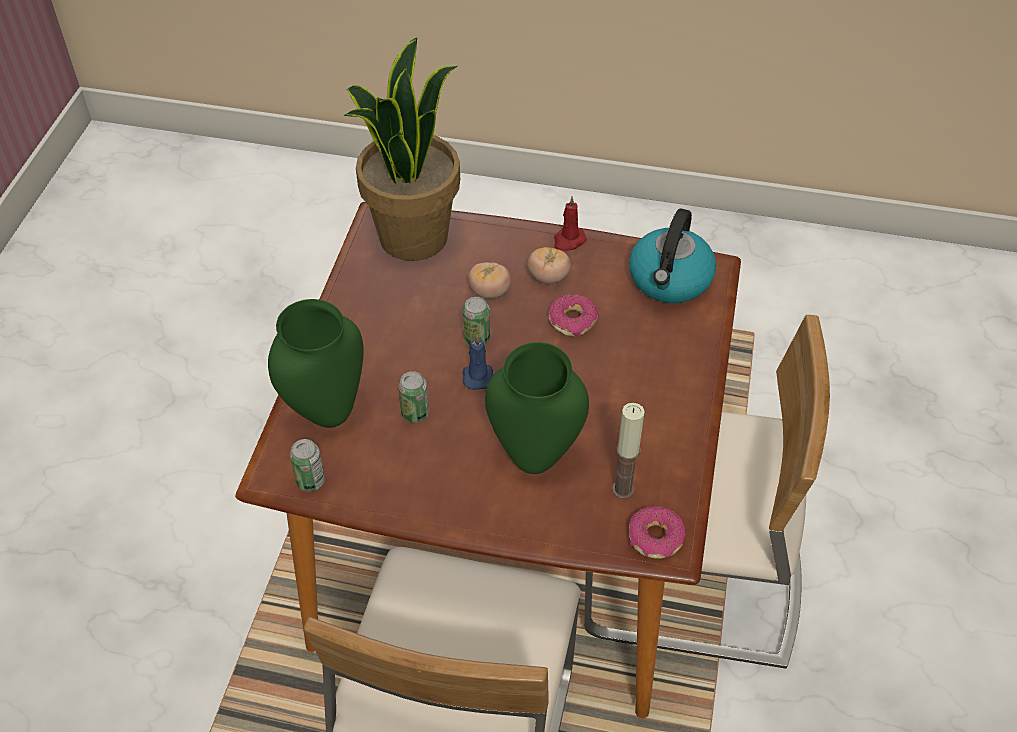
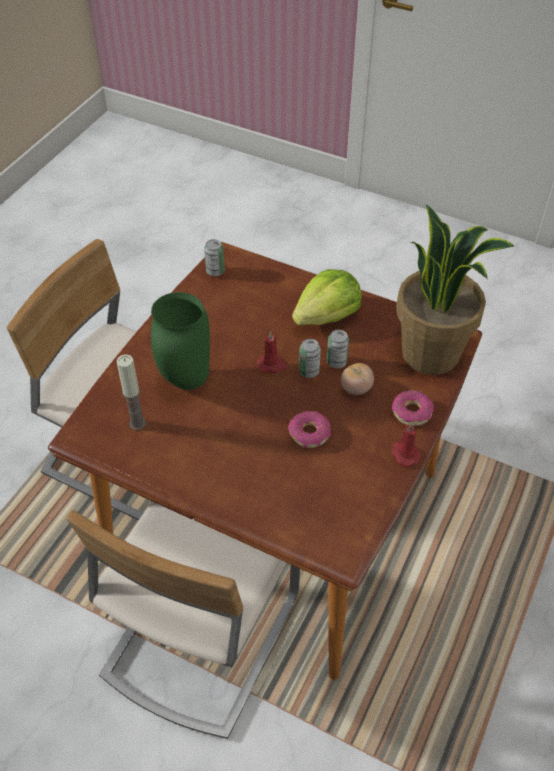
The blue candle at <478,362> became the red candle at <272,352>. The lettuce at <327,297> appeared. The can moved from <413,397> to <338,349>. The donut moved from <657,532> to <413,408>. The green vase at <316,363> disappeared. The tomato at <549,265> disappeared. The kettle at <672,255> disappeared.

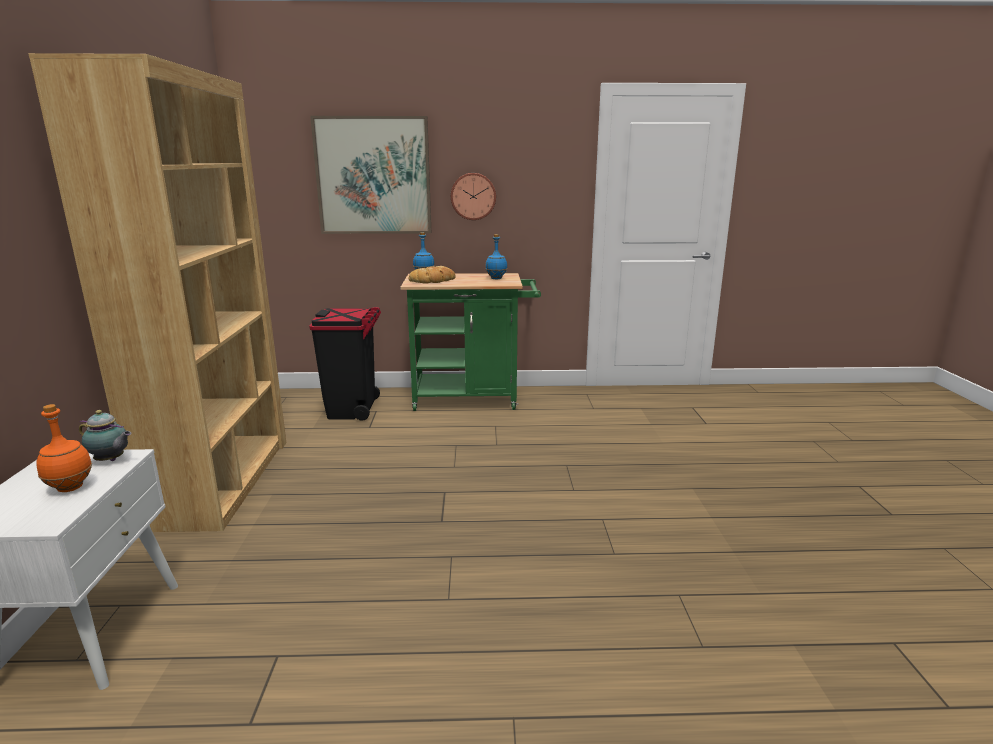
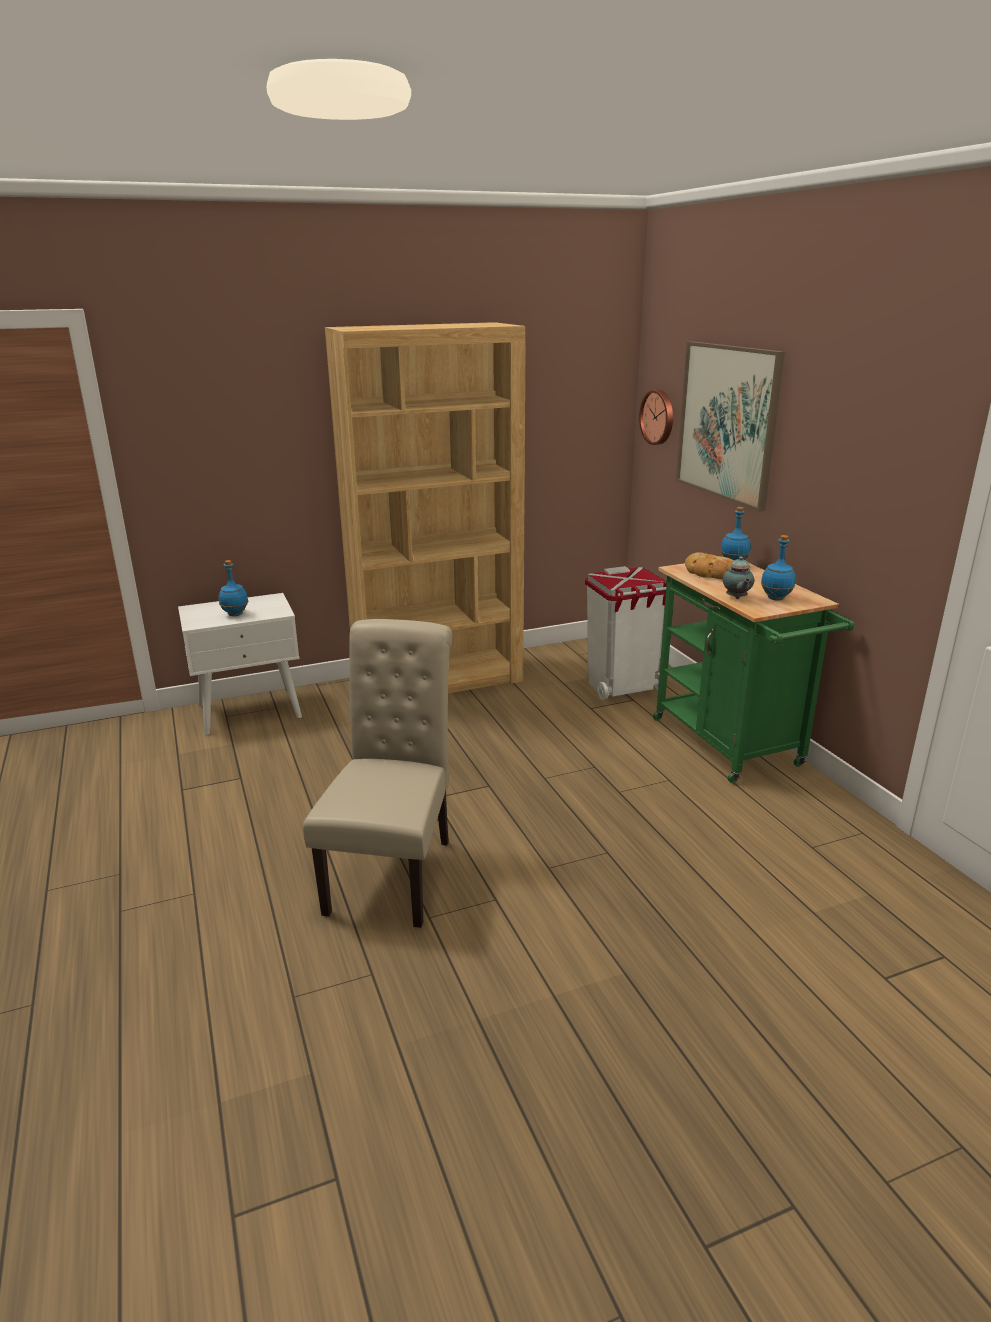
The orange bottle at <64,448> became the blue bottle at <233,588>. The beige chair at <378,773> appeared. The black trash can at <345,363> became the white trash can at <626,633>. The wall clock moved from <473,196> to <656,417>. The teapot moved from <105,435> to <738,577>.

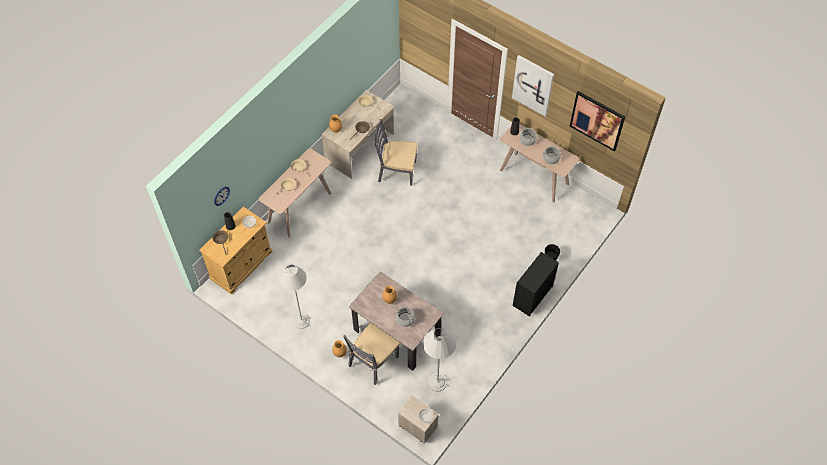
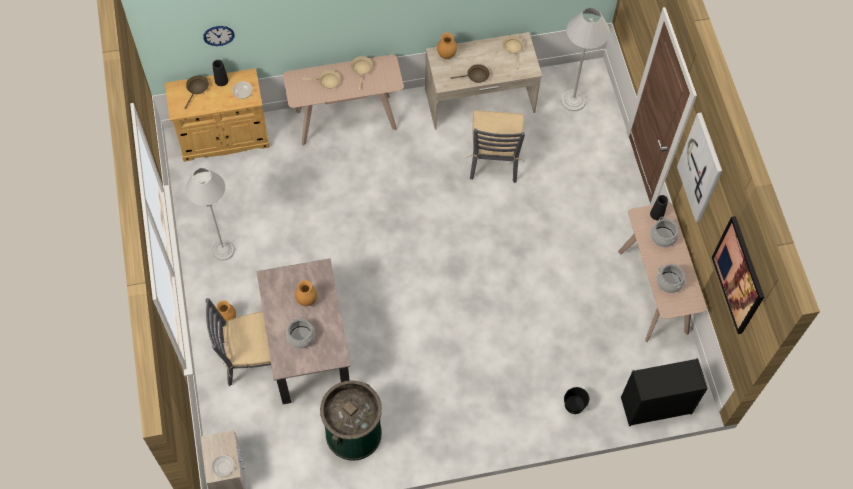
The green trash can at <351,420> appeared. The grey chair at <396,152> turned 135 degrees counterclockwise. The white floor lamp moved from <439,360> to <585,59>. The black dresser moved from <536,284> to <664,392>.

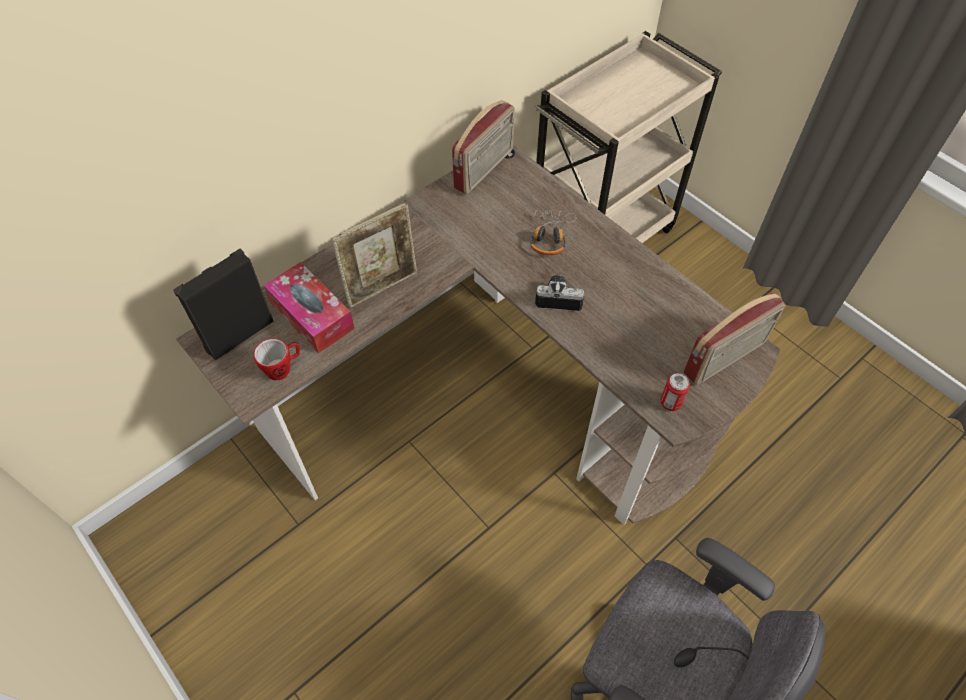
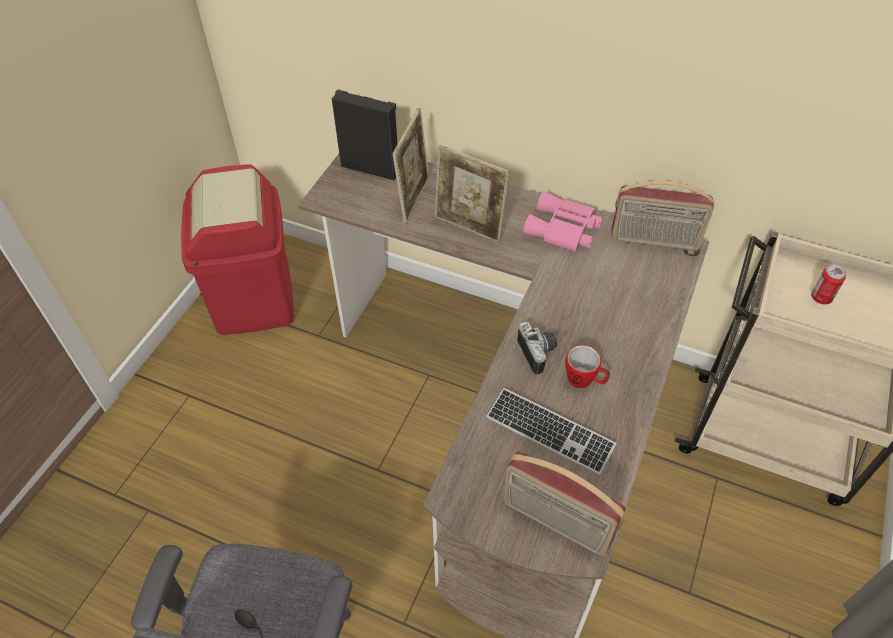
The red trash can at <237,249> appeared. The tissue box at <309,307> was replaced by the picture frame at <410,166>. The keyboard at <551,432> appeared. The pink binoculars at <562,222> appeared. The mug moved from <277,359> to <587,366>. The can moved from <675,392> to <828,285>. The headphones at <552,233> disappeared.

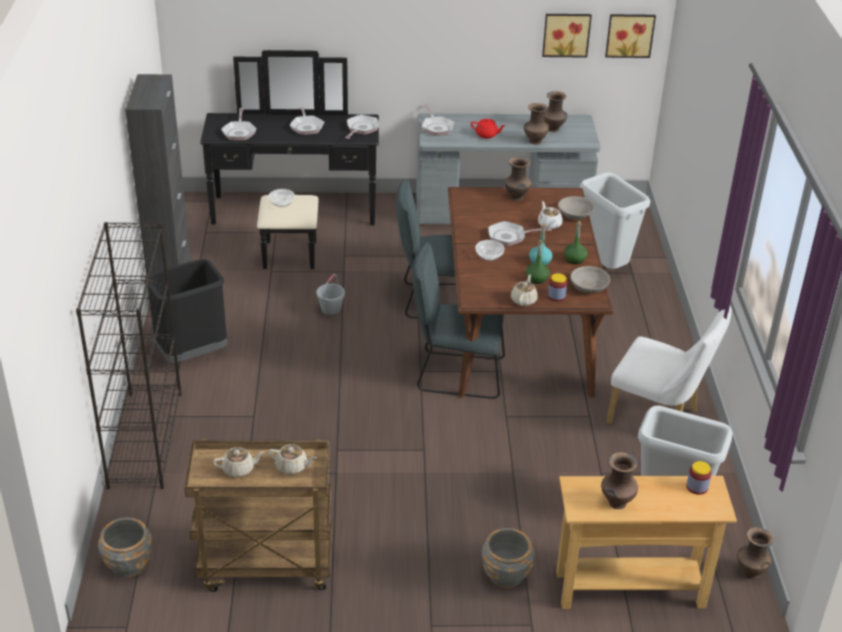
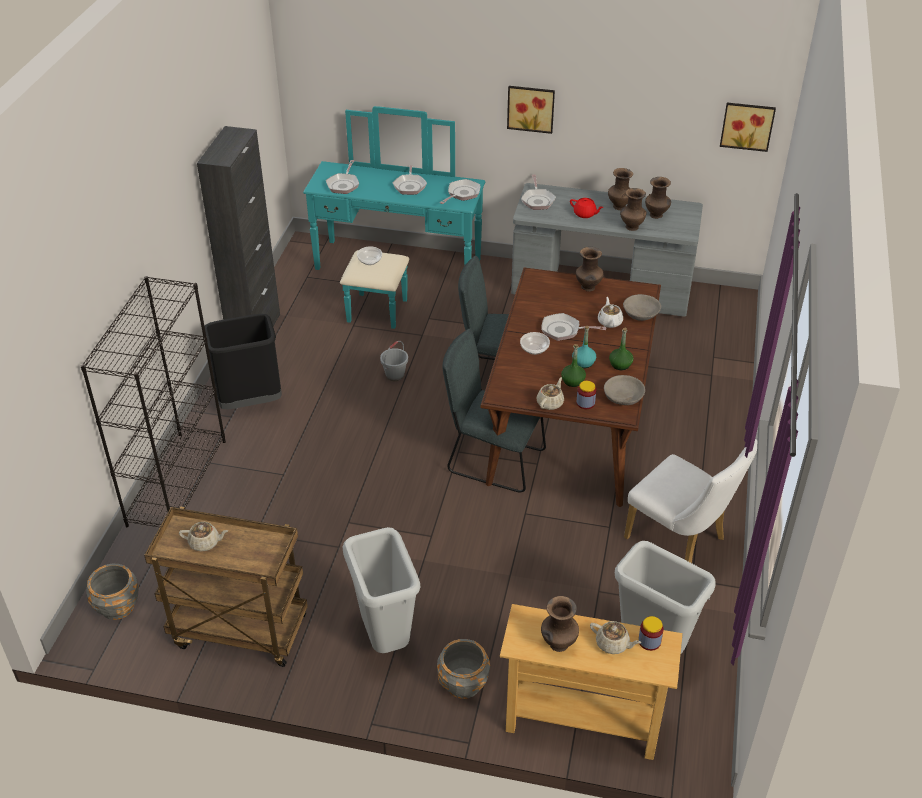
The black dresser at <289,159> became the turquoise dresser at <394,217>. The grey trash can moved from <615,221> to <381,590>. The picture moved from <567,36> to <531,110>. The beige teapot moved from <292,459> to <615,637>. The brown vase moved from <755,553> to <620,189>.

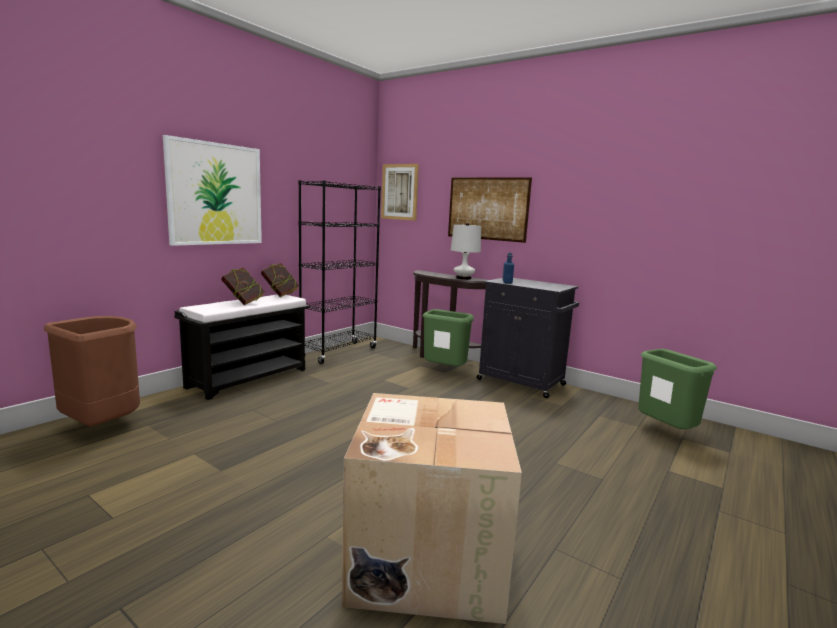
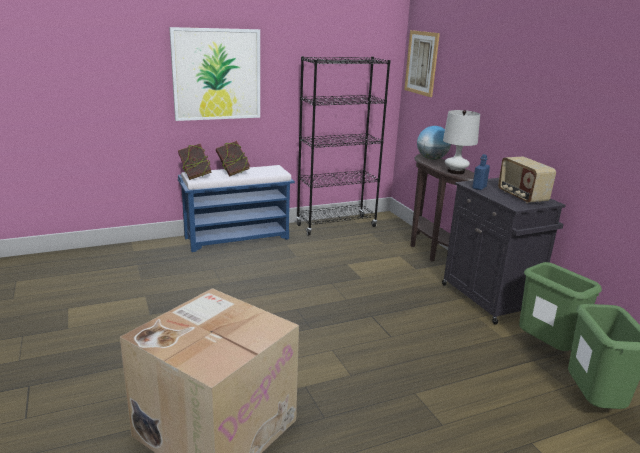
The book moved from <280,280> to <195,162>. The black bench at <242,347> became the blue bench at <236,208>. The globe at <434,143> appeared. The radio at <527,180> appeared. The green trash can moved from <448,337> to <560,306>. The brown trash can at <92,371> disappeared. The picture at <490,210> disappeared.

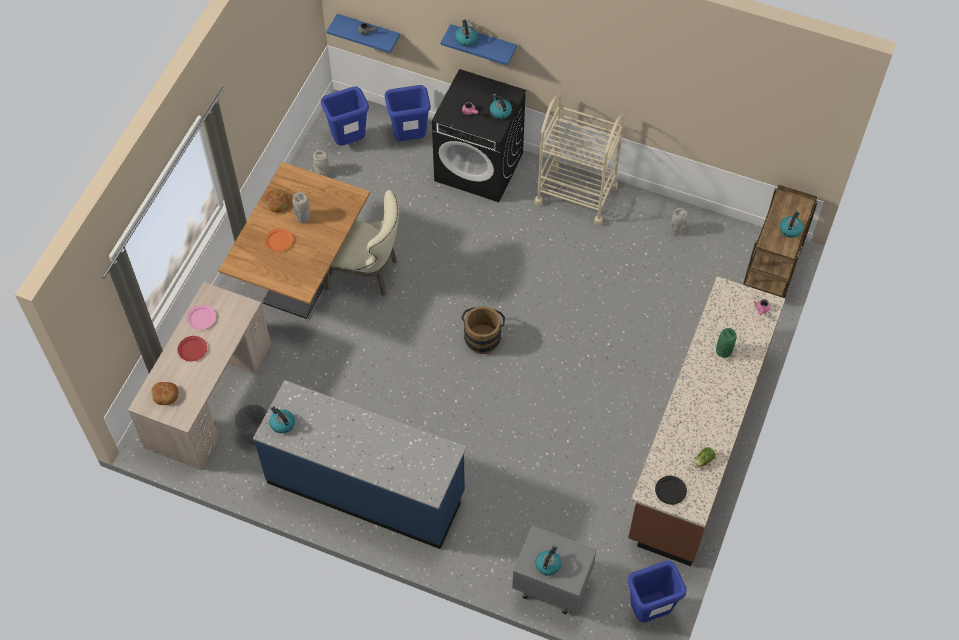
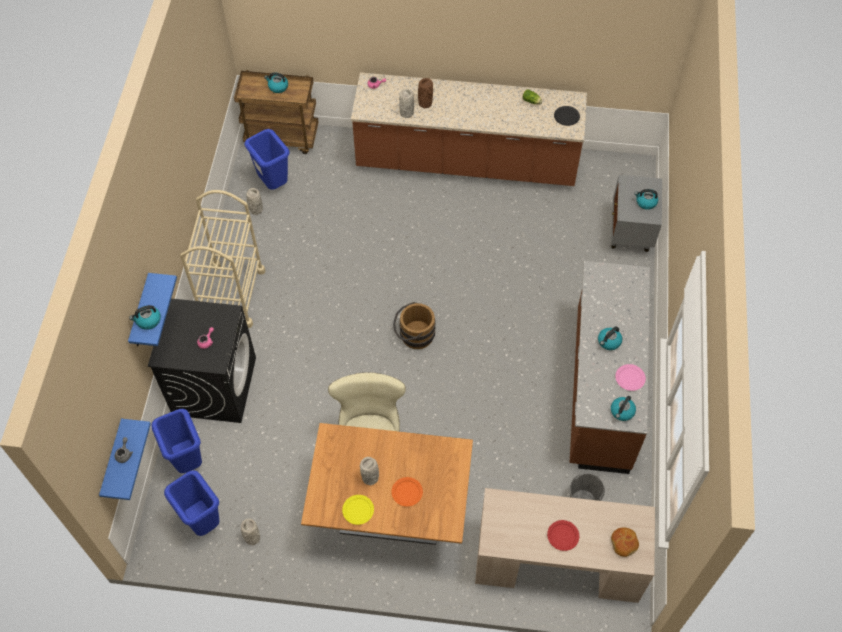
The blue trash can moved from <657,591> to <267,159>. The bread at <277,200> was replaced by the yellow plate at <358,510>. The grey vase at <406,103> appeared. The green vase at <726,343> became the brown vase at <425,93>. The blue counter at <359,464> became the brown counter at <610,367>. The kettle moved from <501,106> to <610,338>. The pink plate moved from <201,317> to <630,377>.

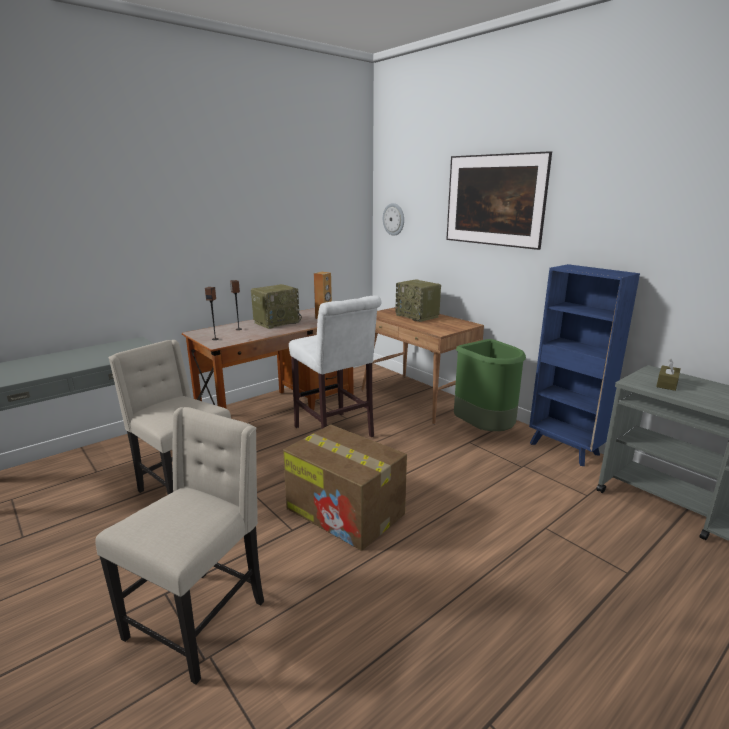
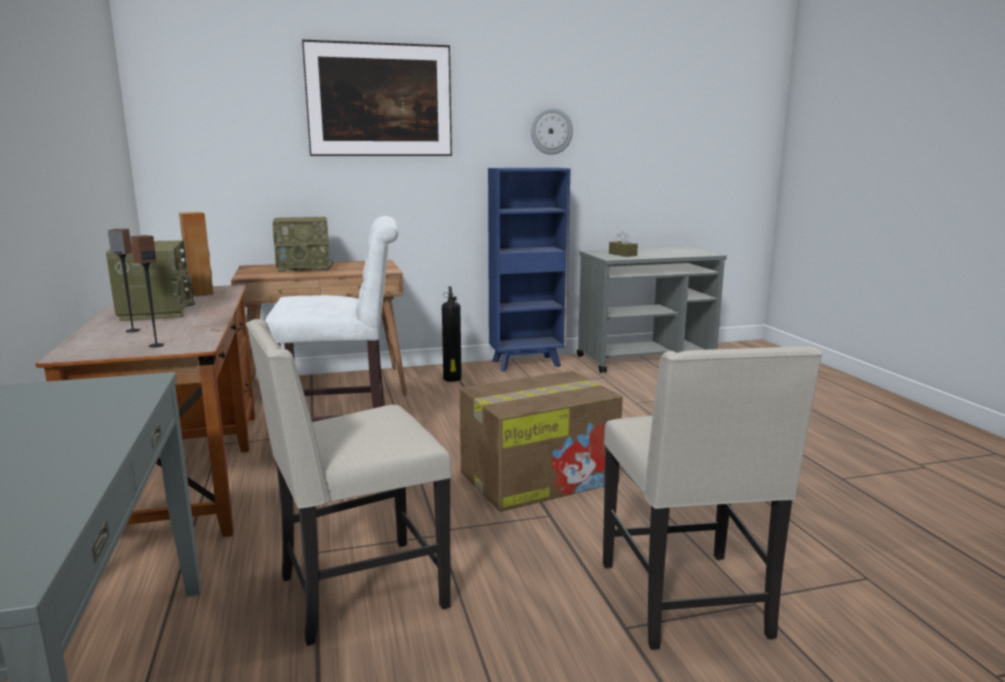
The green trash can at <490,385> was replaced by the fire extinguisher at <452,334>. The wall clock moved from <393,219> to <552,131>. The beige chair at <179,546> turned 150 degrees counterclockwise.

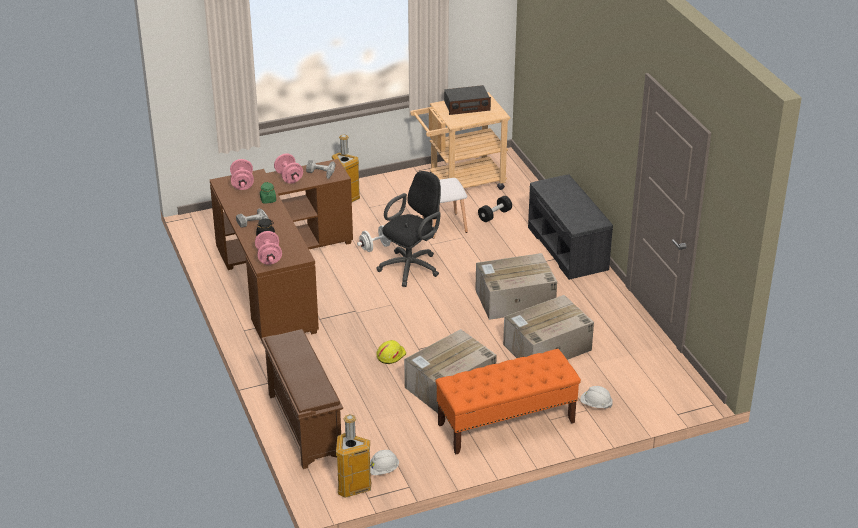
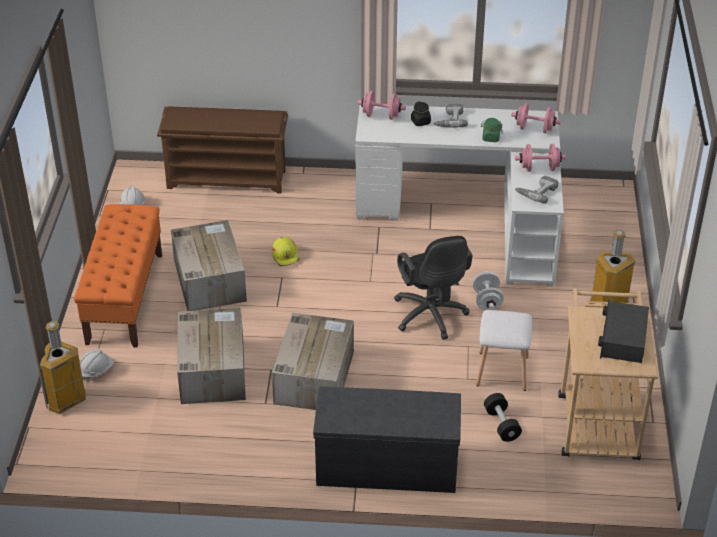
The trash can moved from <353,456> to <63,367>. The brown desk at <281,250> became the white desk at <459,196>.

